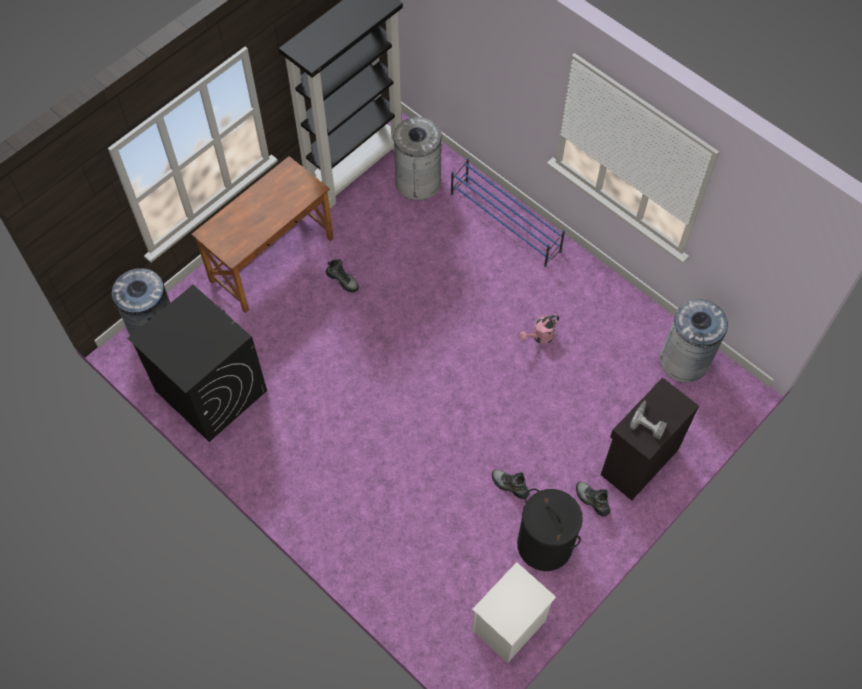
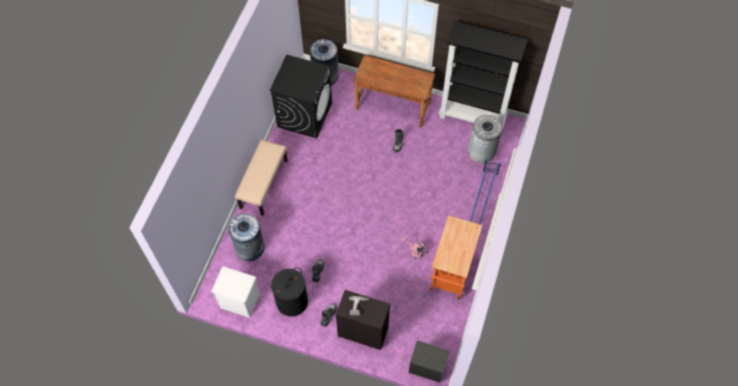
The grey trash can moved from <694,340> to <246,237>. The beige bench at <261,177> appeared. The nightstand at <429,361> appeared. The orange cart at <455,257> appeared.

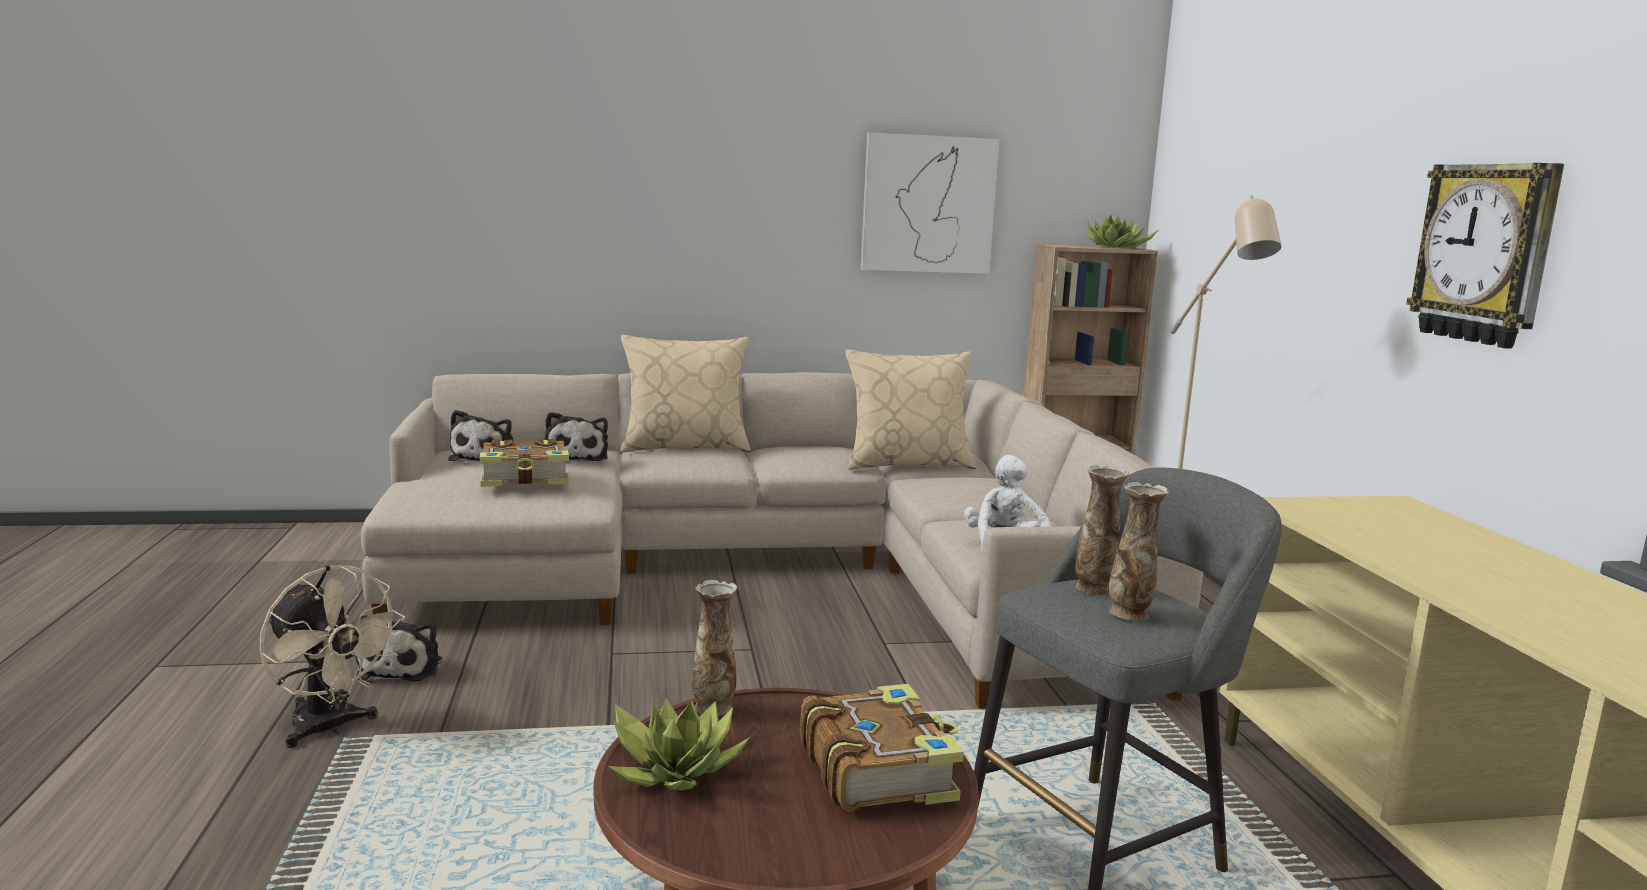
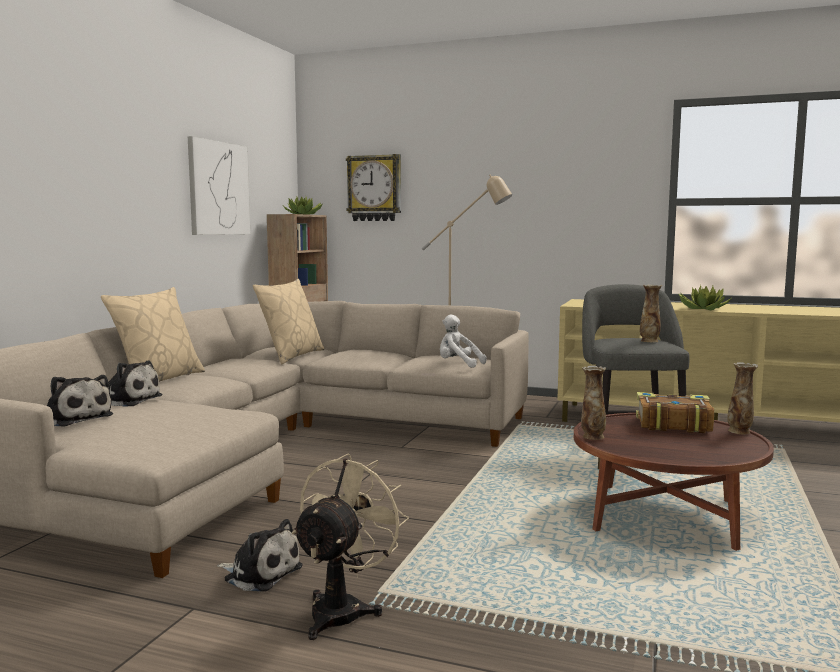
The beige fan at <332,656> turned 45 degrees counterclockwise. The wall clock moved from <1485,255> to <373,187>. The potted plant moved from <679,744> to <704,297>. The vase moved from <1102,530> to <743,398>. The book at <524,463> disappeared.

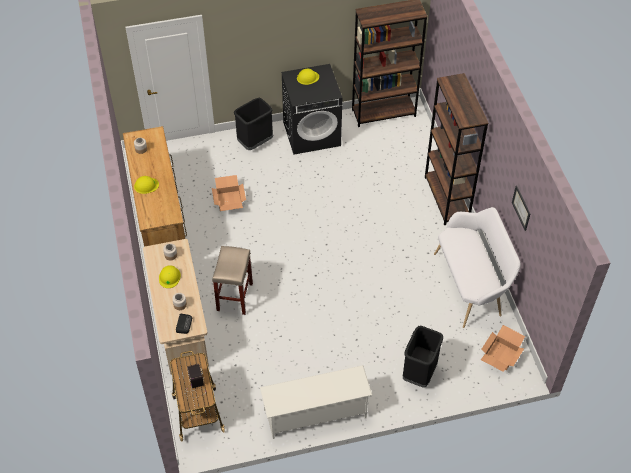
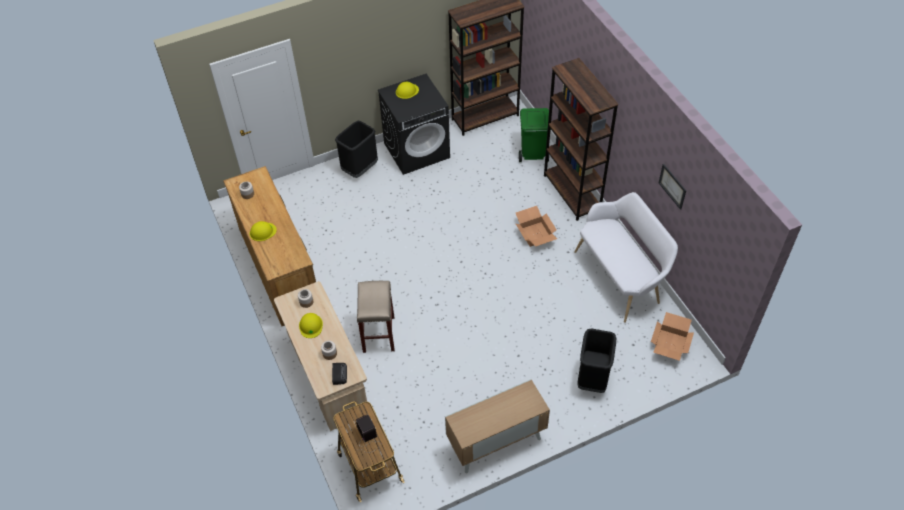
The white shoe rack at <316,402> was replaced by the cabinet at <497,426>. The cardboard box moved from <229,193> to <536,226>. The green trash can at <535,135> appeared.

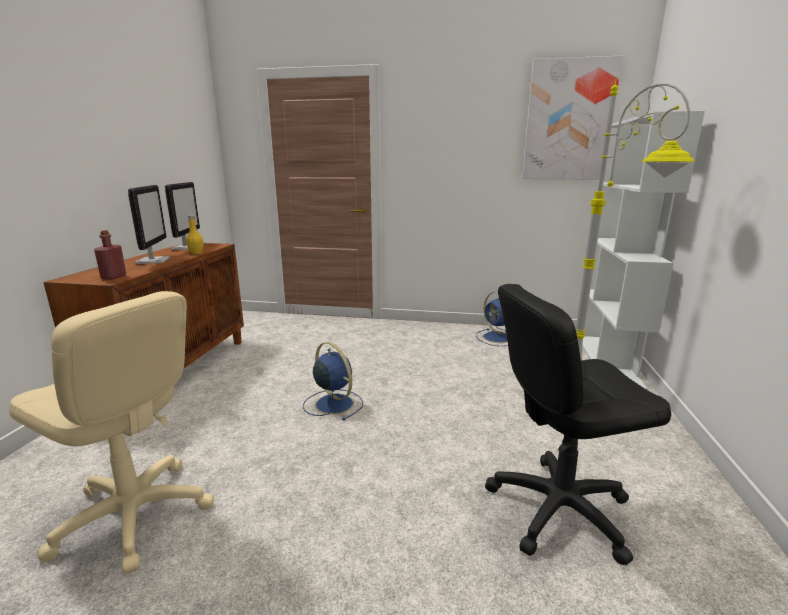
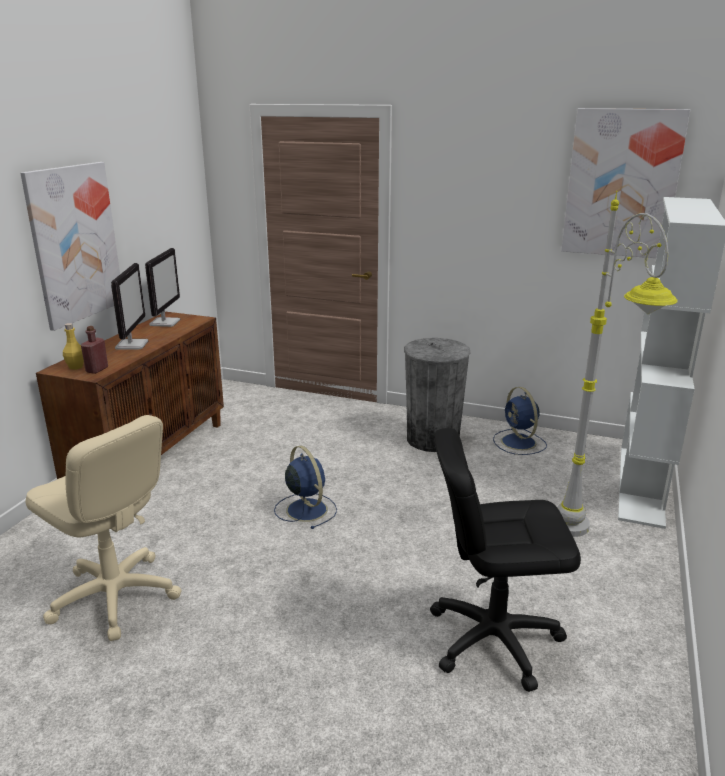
The picture at <70,246> appeared. The yellow bottle moved from <195,235> to <73,346>. The grey trash can at <437,395> appeared.

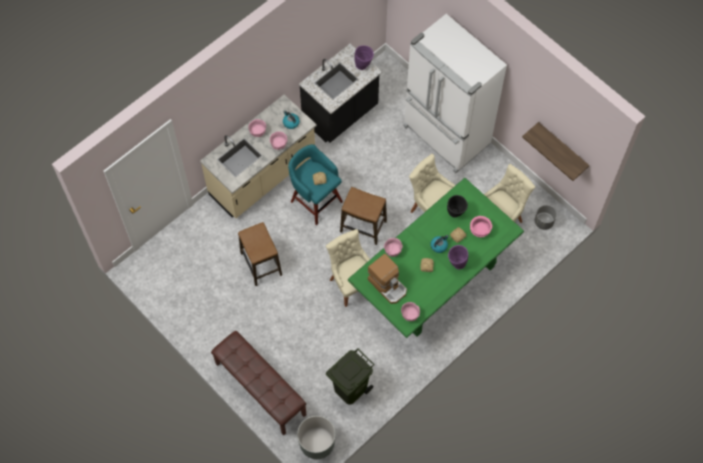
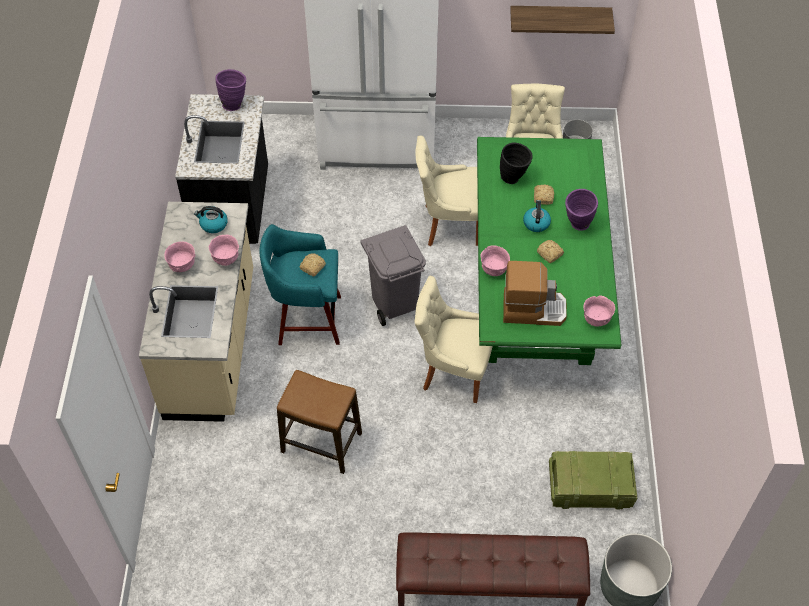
The stool at <363,216> was replaced by the grey trash can at <393,275>. The green trash can at <350,376> was replaced by the crate at <593,480>. The pink bowl at <481,226> disappeared.

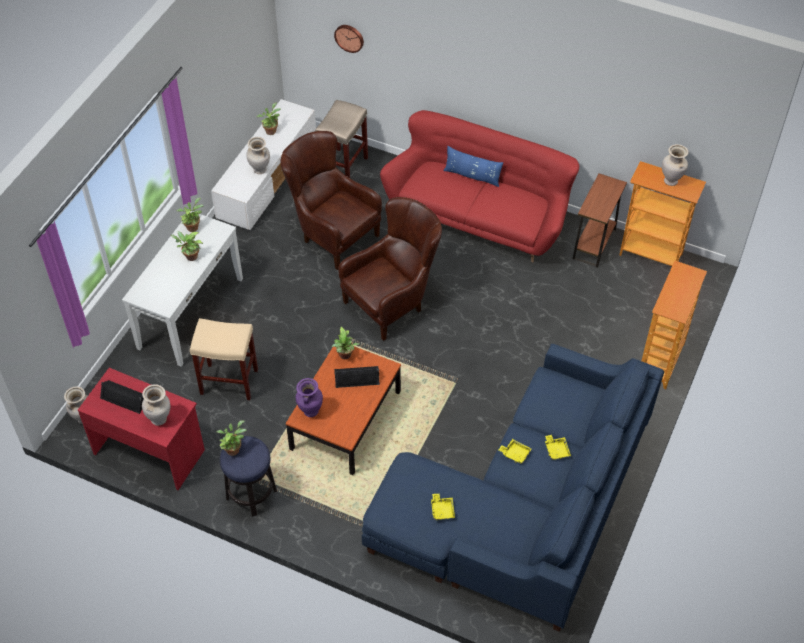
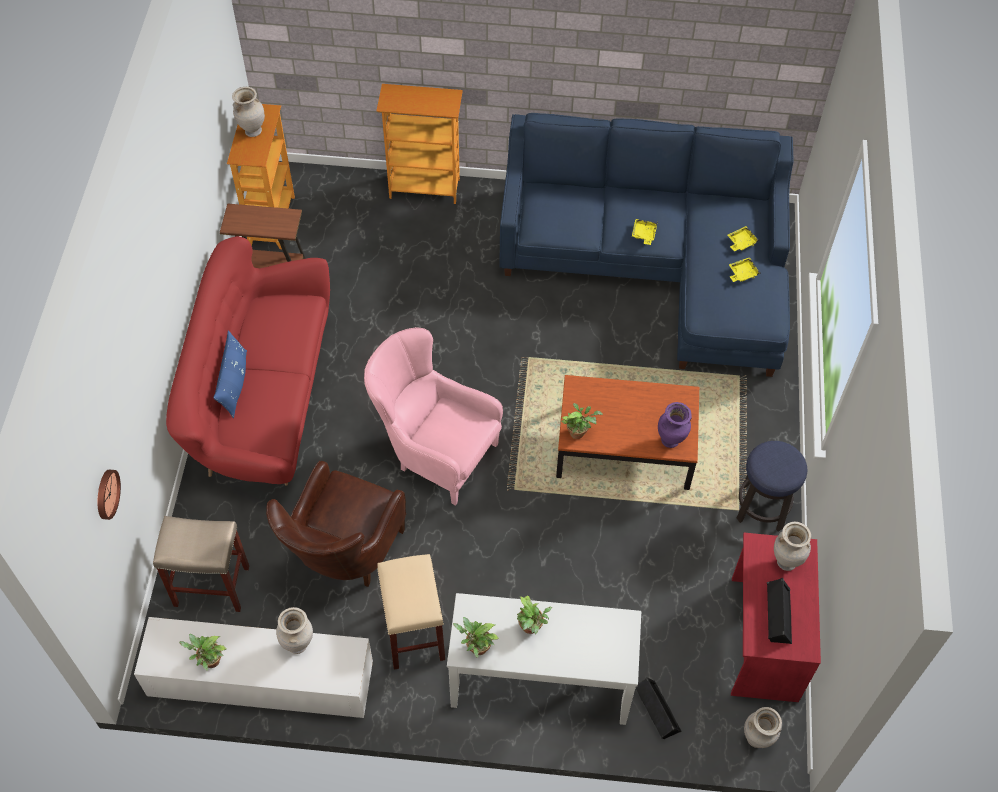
The brown armchair at <390,269> became the pink armchair at <433,416>. The beige stool moved from <224,359> to <411,611>. The black speaker moved from <357,377> to <658,708>. The yellow tray moved from <558,447> to <744,239>. The potted plant at <231,438> disappeared.

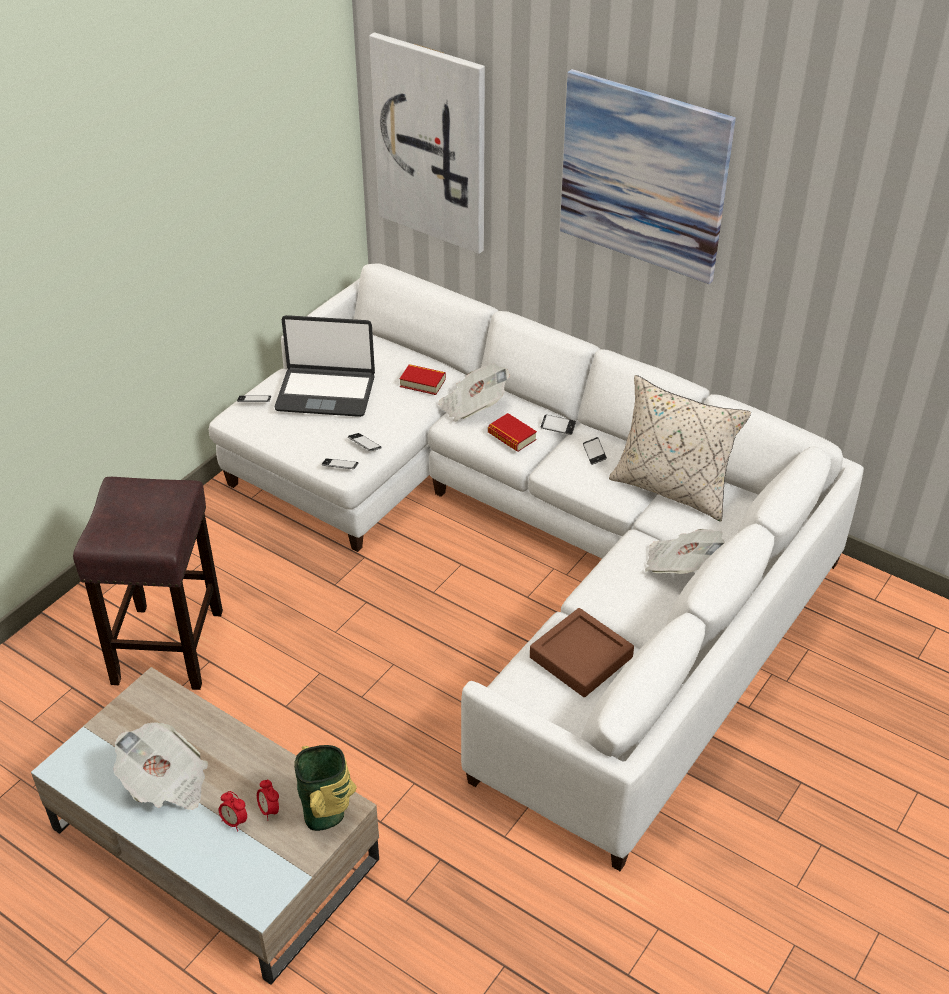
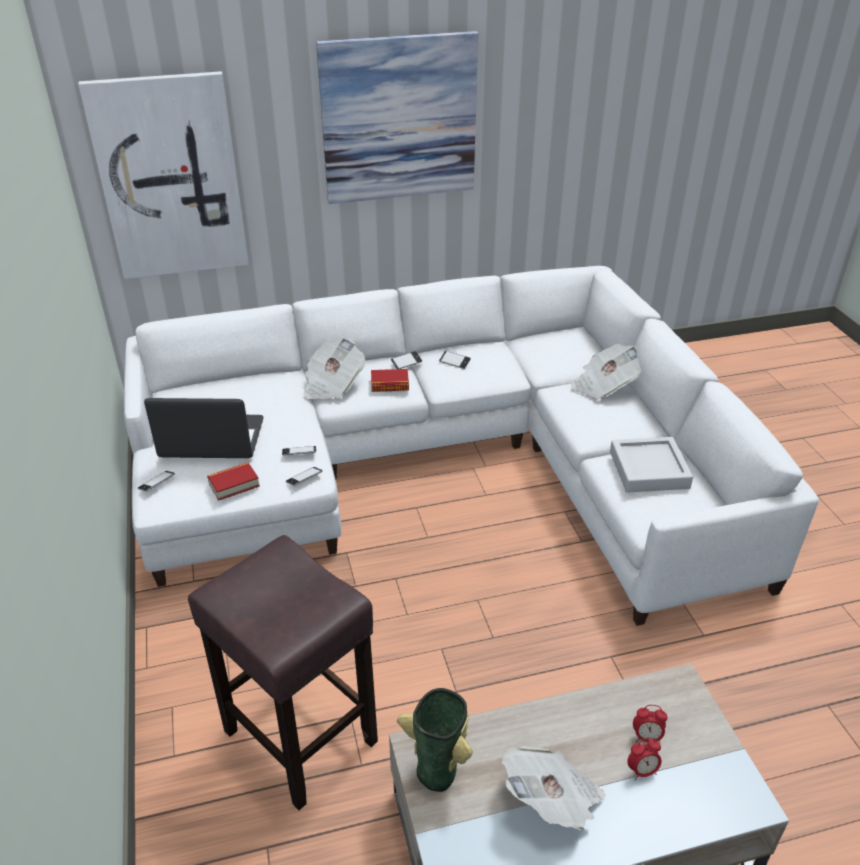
The laptop at <324,366> turned 135 degrees counterclockwise. The book moved from <422,379> to <233,481>. The vase moved from <325,788> to <435,740>. The brown tray at <582,652> became the grey tray at <651,465>. The beige pillow at <680,448> disappeared.

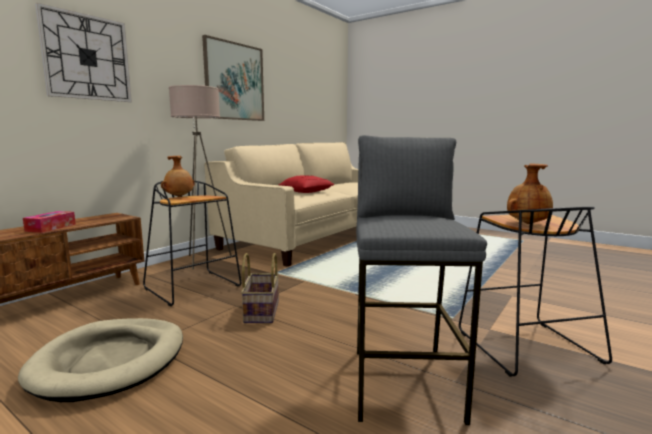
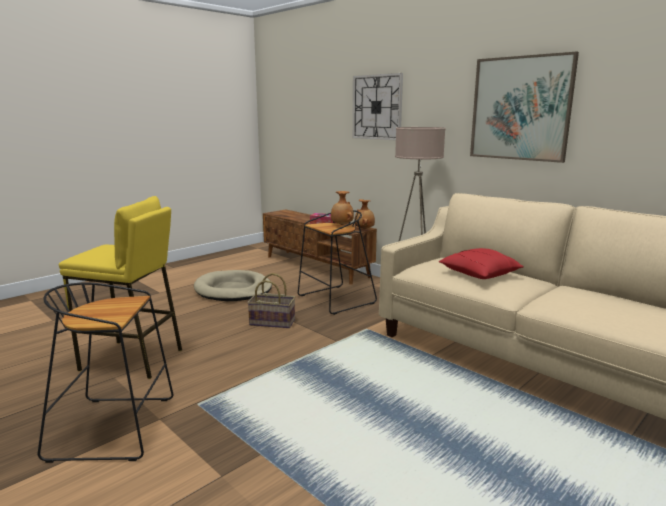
The grey stool at <421,280> became the yellow stool at <120,287>. The brown vase moved from <530,193> to <364,214>.

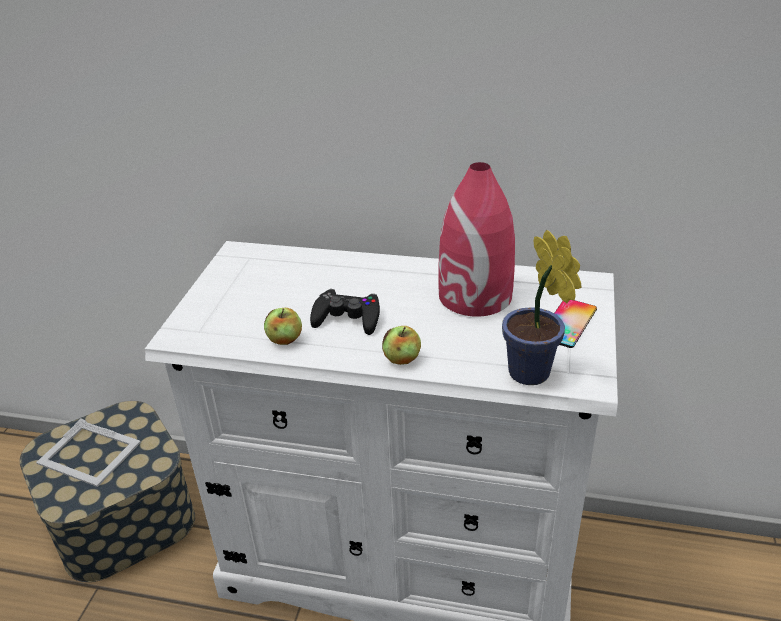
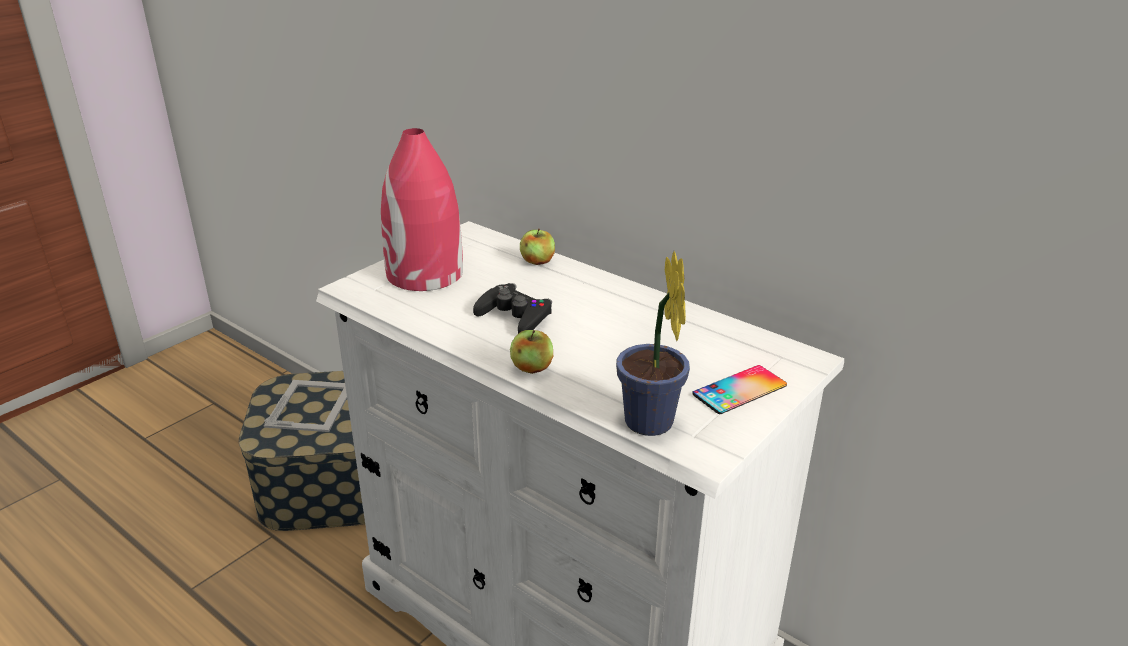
The picture frame at <88,452> turned 135 degrees counterclockwise. The red vase moved from <476,239> to <422,209>. The apple moved from <283,326> to <537,246>.

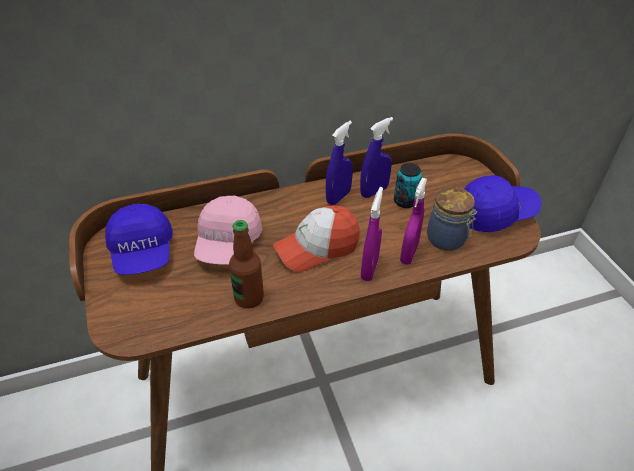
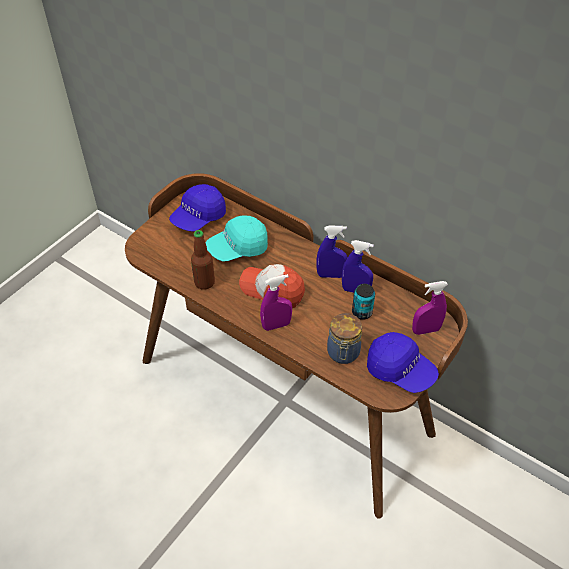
The pink cap at <228,230> became the turquoise cap at <237,239>. The purple spray bottle moved from <413,221> to <430,308>.

